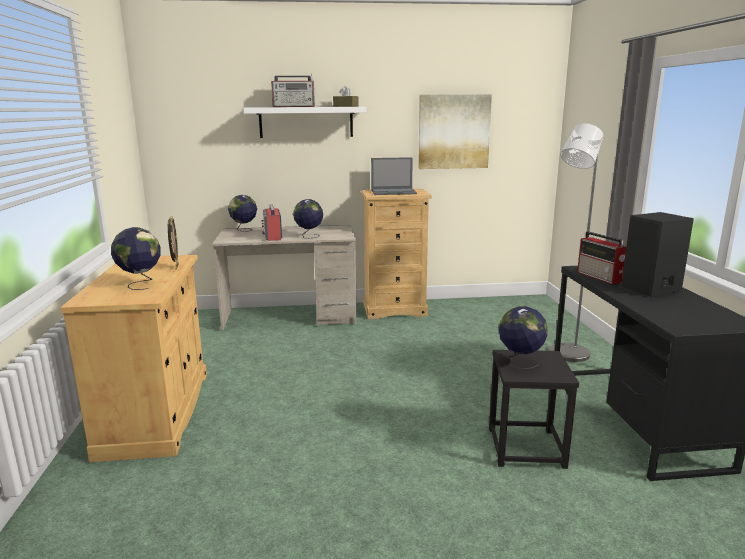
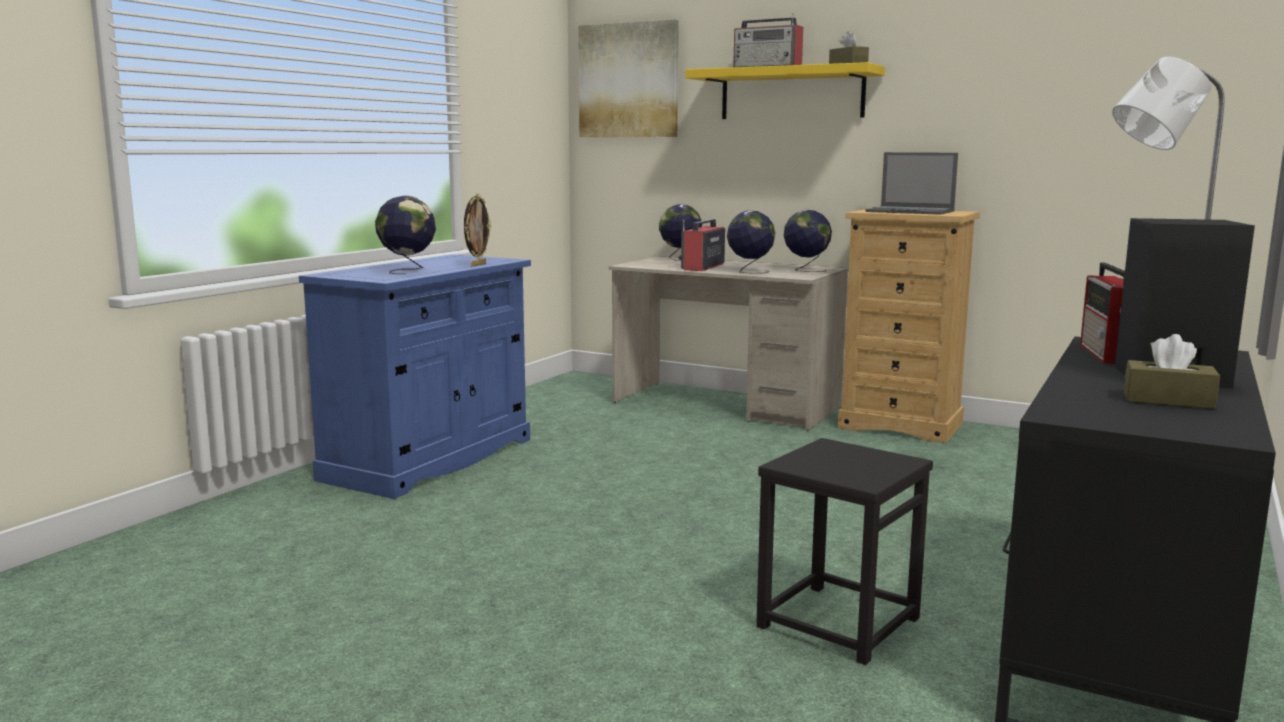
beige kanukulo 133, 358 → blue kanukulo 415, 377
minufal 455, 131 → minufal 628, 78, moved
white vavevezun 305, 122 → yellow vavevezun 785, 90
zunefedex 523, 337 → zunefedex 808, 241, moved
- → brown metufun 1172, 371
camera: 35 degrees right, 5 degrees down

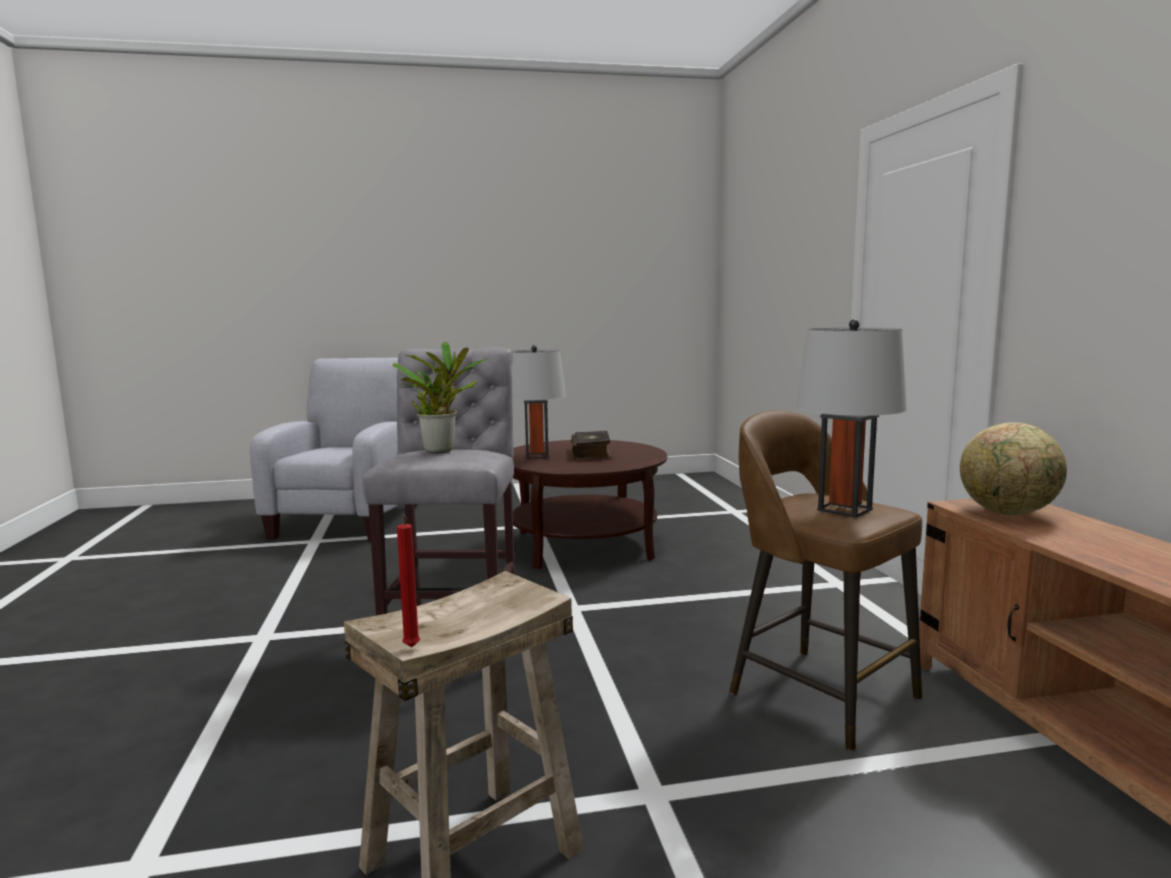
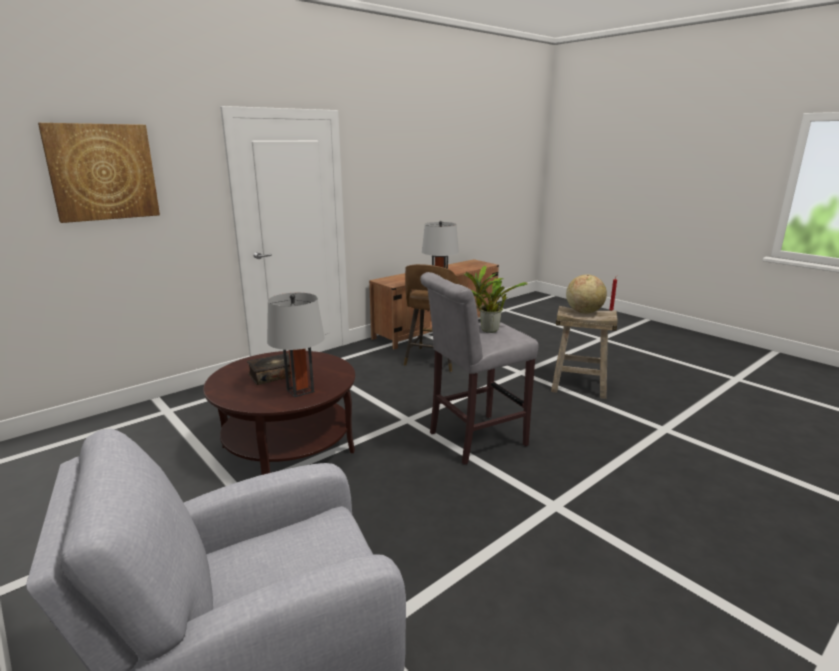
- → minufal 99, 173
zunefedex 1013, 468 → zunefedex 586, 294, moved
camera: 120 degrees left, 10 degrees up

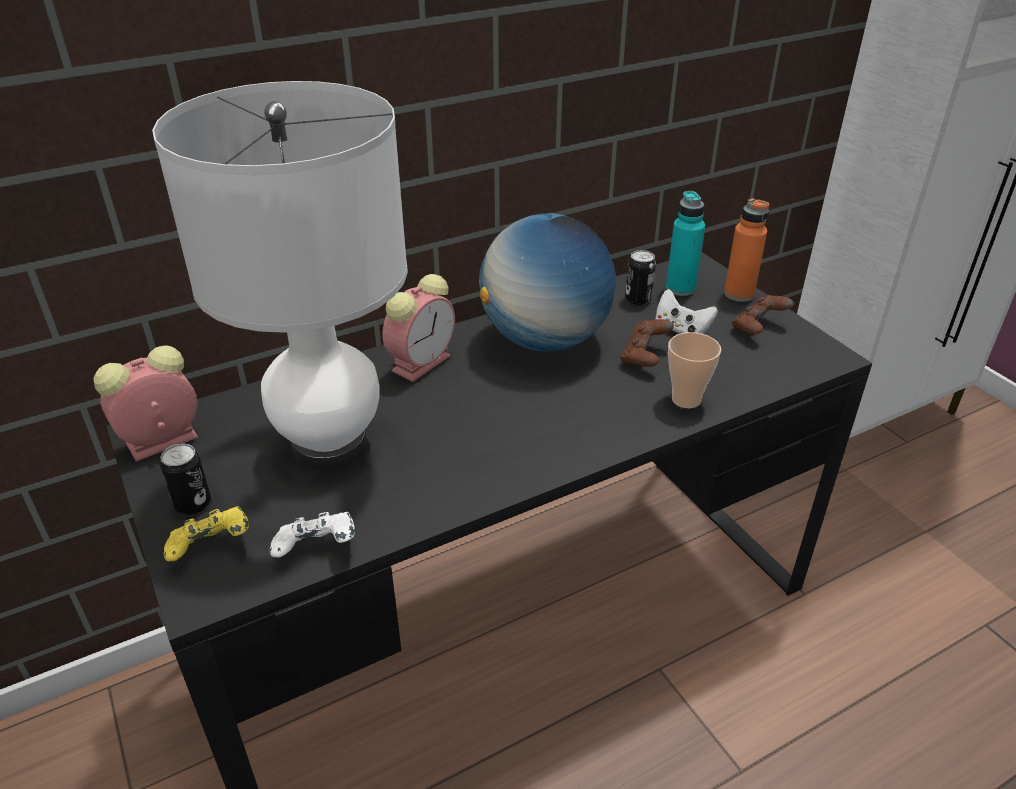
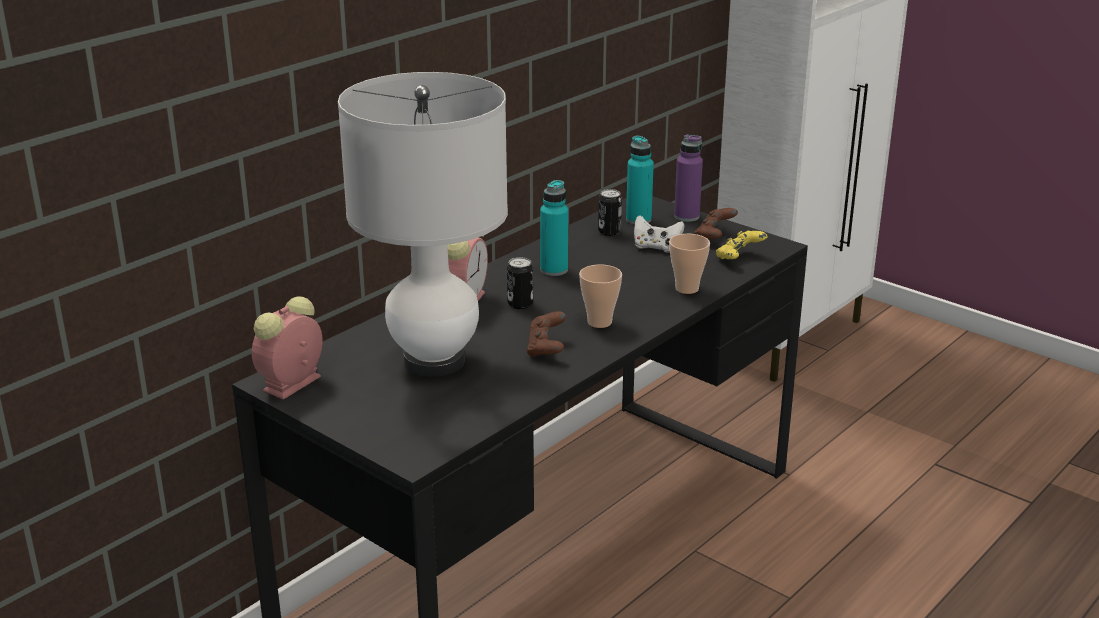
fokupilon 185, 479 → fokupilon 520, 283, moved
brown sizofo 647, 343 → brown sizofo 547, 334, moved
zunefedex 547, 282 → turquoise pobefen 554, 228
- → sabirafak 600, 296
orange pobefen 746, 250 → purple pobefen 688, 178
yellow sizofo 206, 533 → yellow sizofo 742, 245, moved
white sizofo 312, 535 → -
camera: 20 degrees left, 10 degrees down

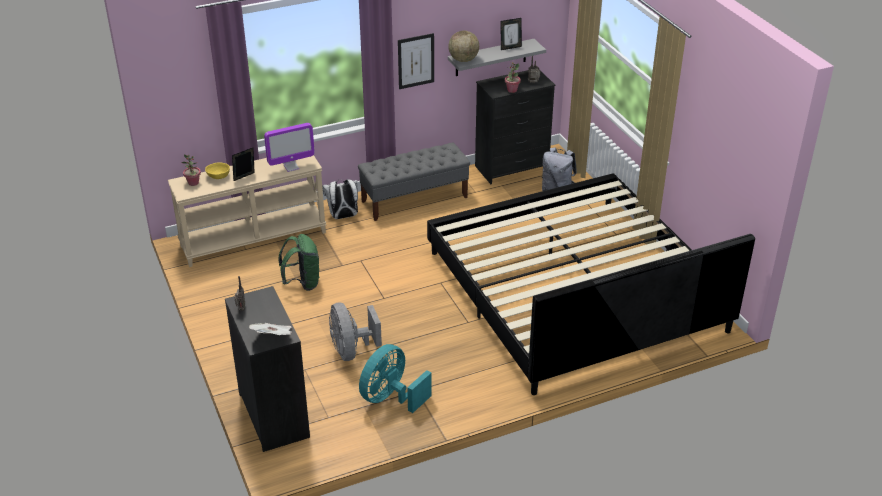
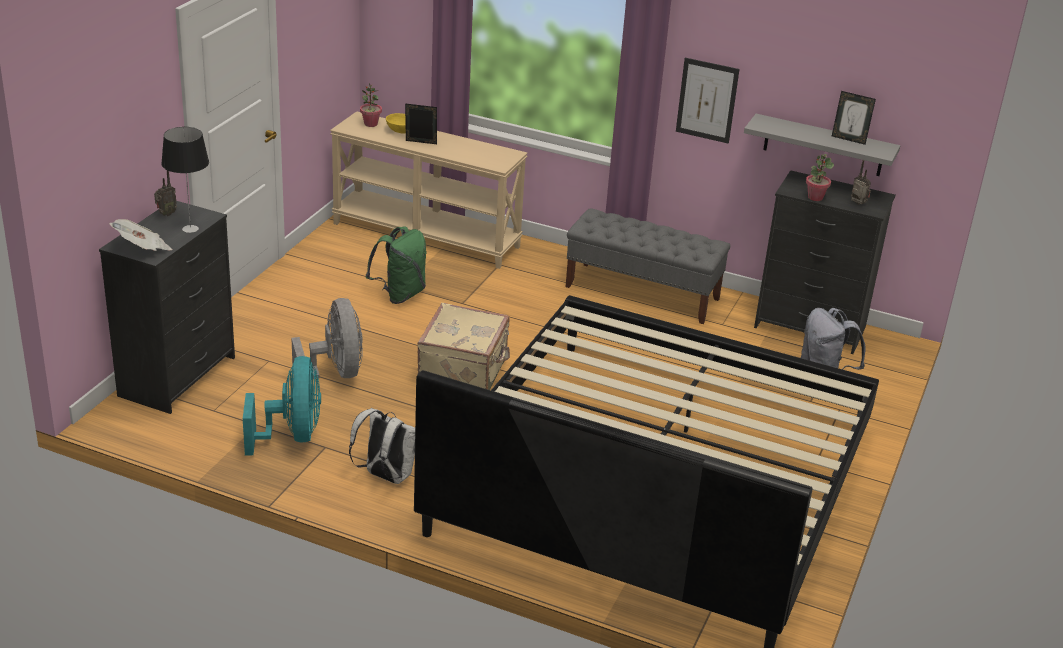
- → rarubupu 185, 180
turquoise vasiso 395, 378 → turquoise vasiso 282, 405, 90 degrees clockwise
grey vasiso 355, 331 → grey vasiso 327, 338, 135 degrees clockwise
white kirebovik 340, 199 → white kirebovik 382, 446, moved
- → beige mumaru 463, 346
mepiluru 289, 147 → -
zunefedex 463, 46 → -
camera: 45 degrees right, 5 degrees down

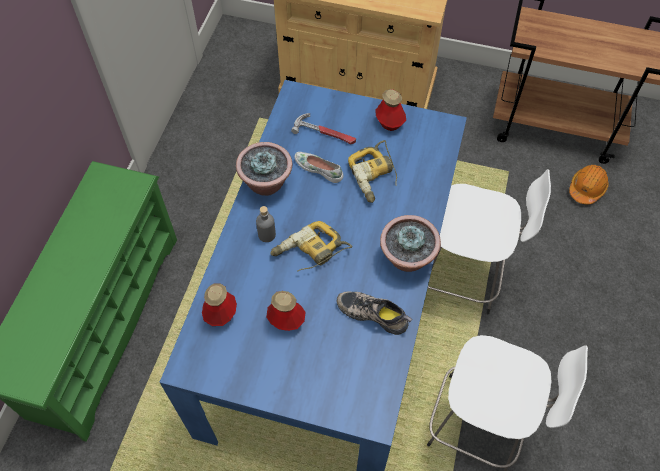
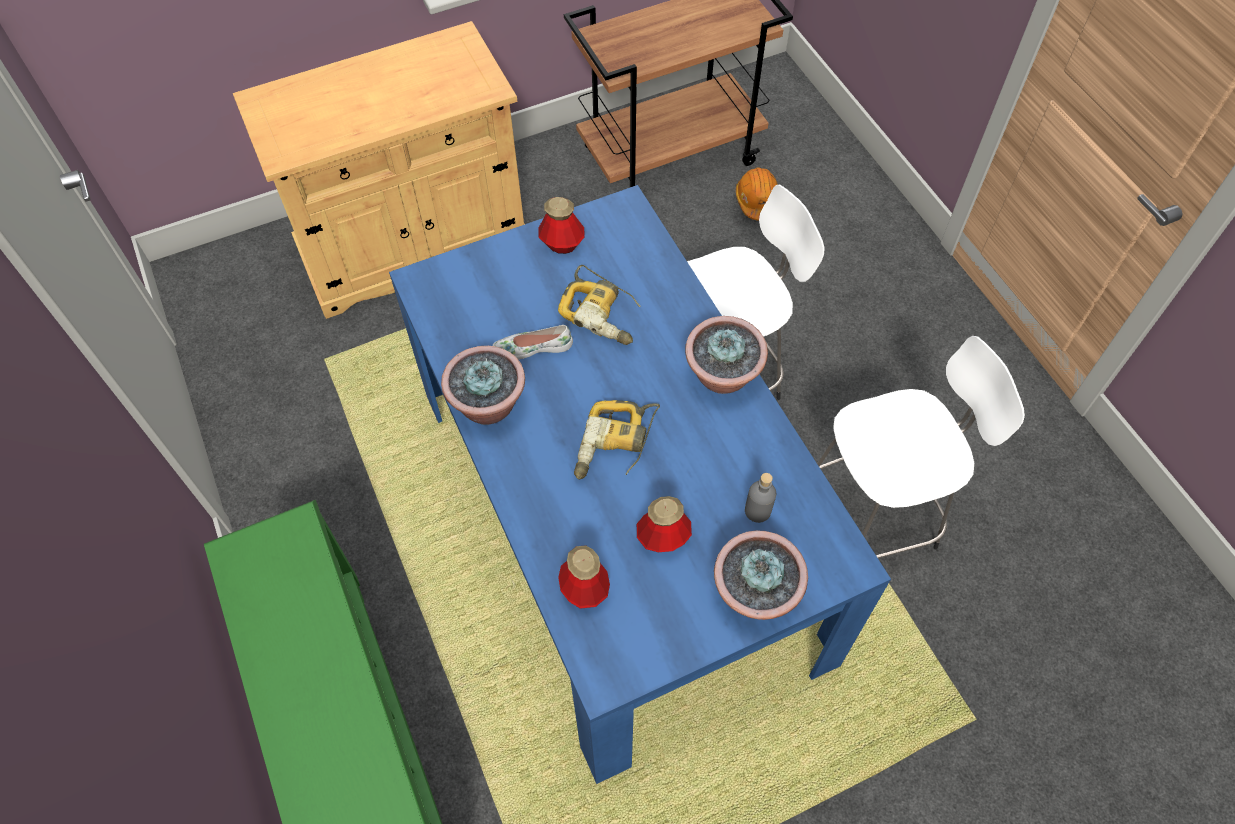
- → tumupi 761, 575
grey pobefen 266, 224 → grey pobefen 760, 498, moved
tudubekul 323, 128 → -
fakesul 374, 313 → -
camera: 40 degrees left, 0 degrees up

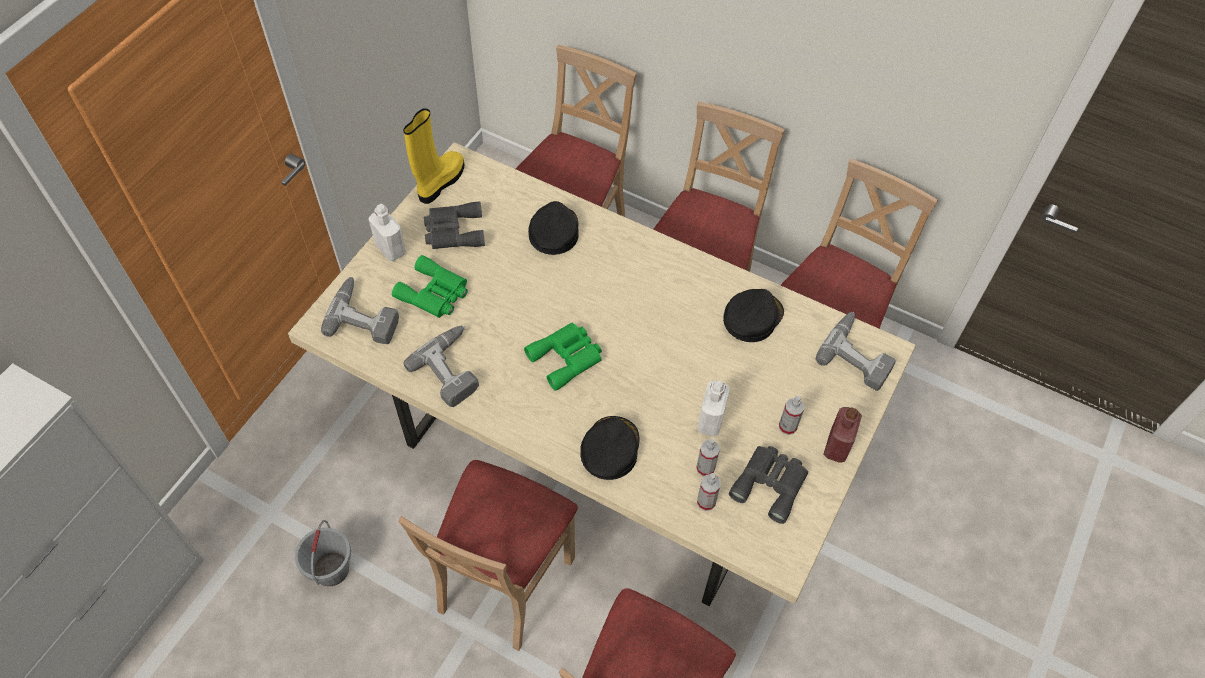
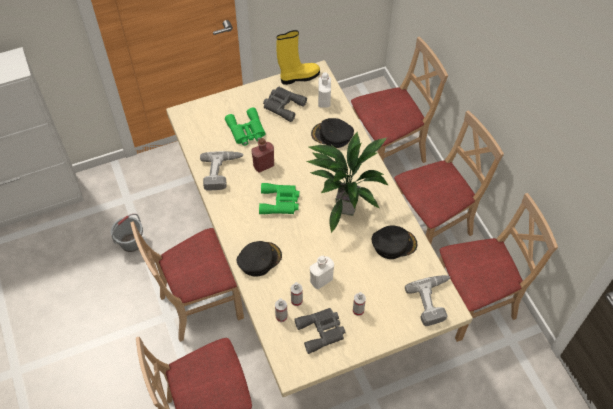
red pobefen 843, 435 → red pobefen 262, 155, moved
- → tumupi 347, 182
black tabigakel 553, 228 → black tabigakel 332, 133, 120 degrees counterclockwise
white pobefen 387, 232 → white pobefen 324, 90, moved
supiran 360, 310 → -
camera: 40 degrees right, 0 degrees up

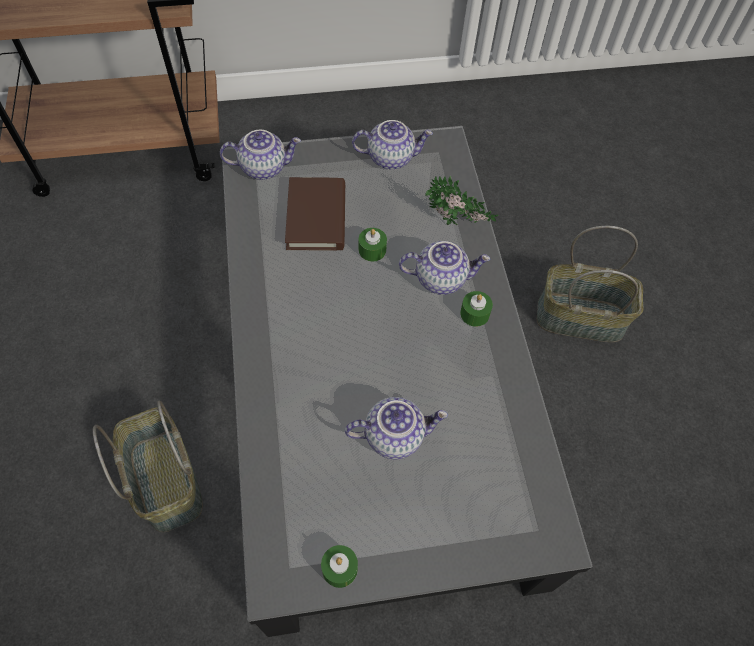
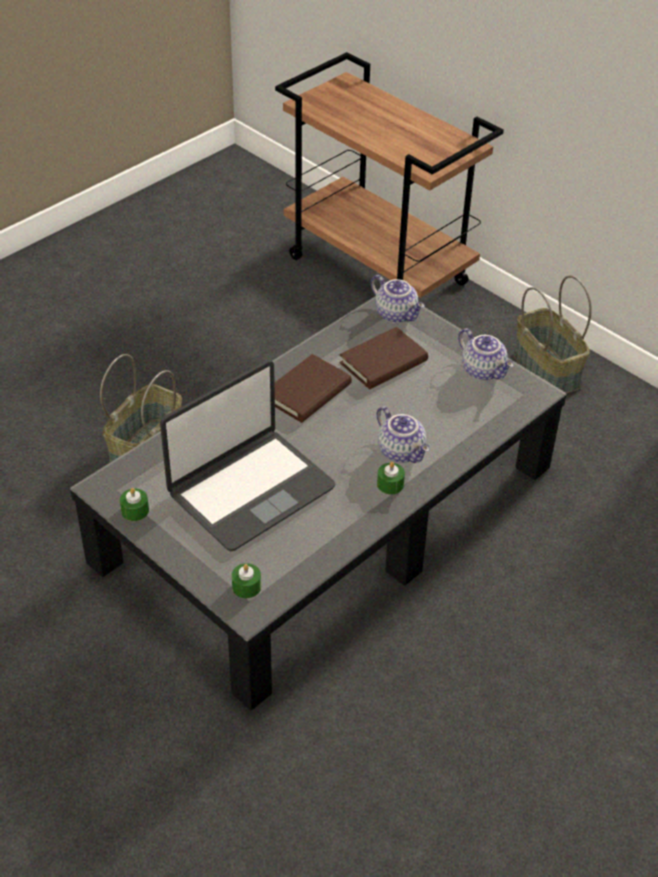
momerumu 396, 428 → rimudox 248, 455
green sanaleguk 373, 245 → green sanaleguk 246, 580, moved
- → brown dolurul 313, 388
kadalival 590, 284 → kadalival 553, 334, moved
tumupi 462, 200 → -
camera: 55 degrees right, 15 degrees down

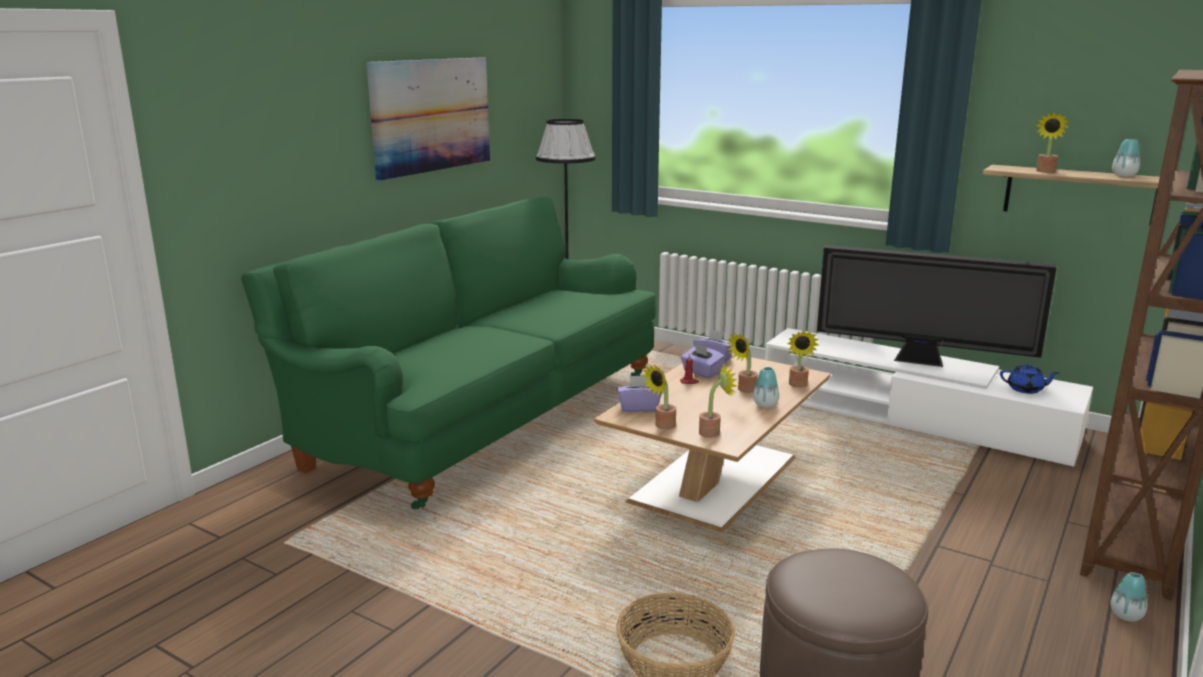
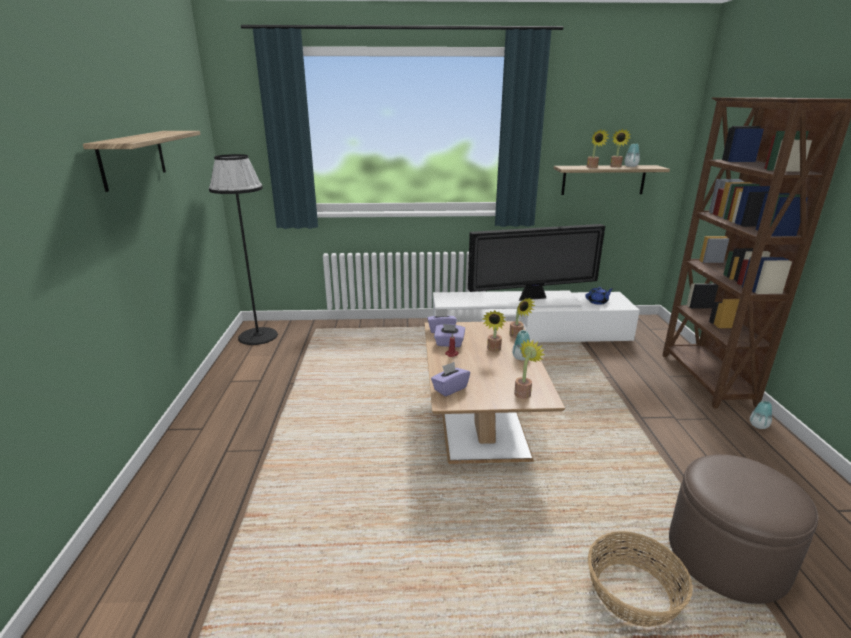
minufal 428, 119 → vavevezun 141, 161
tumupi 658, 397 → tumupi 620, 148, moved
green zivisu 449, 353 → -
camera: 35 degrees left, 5 degrees up

